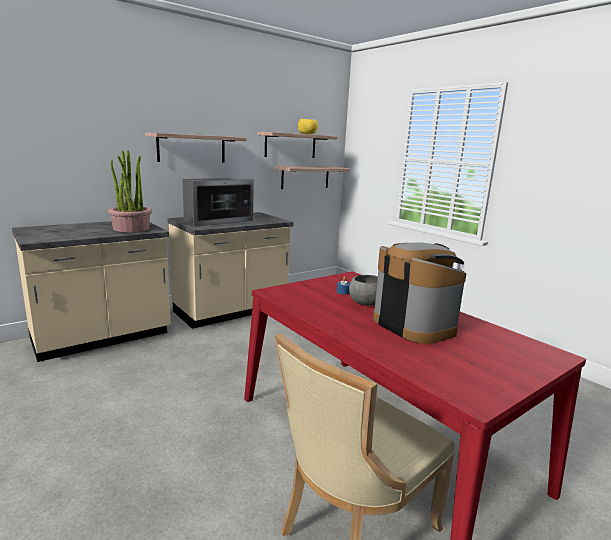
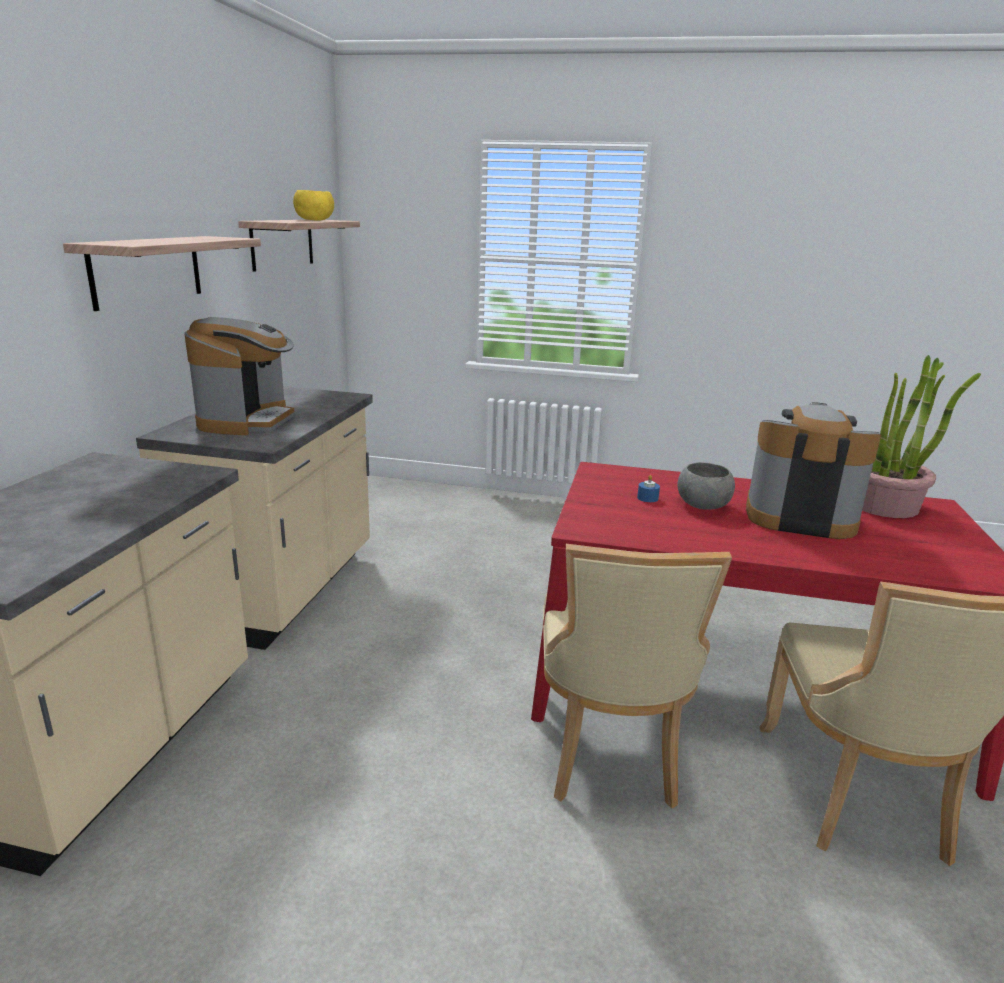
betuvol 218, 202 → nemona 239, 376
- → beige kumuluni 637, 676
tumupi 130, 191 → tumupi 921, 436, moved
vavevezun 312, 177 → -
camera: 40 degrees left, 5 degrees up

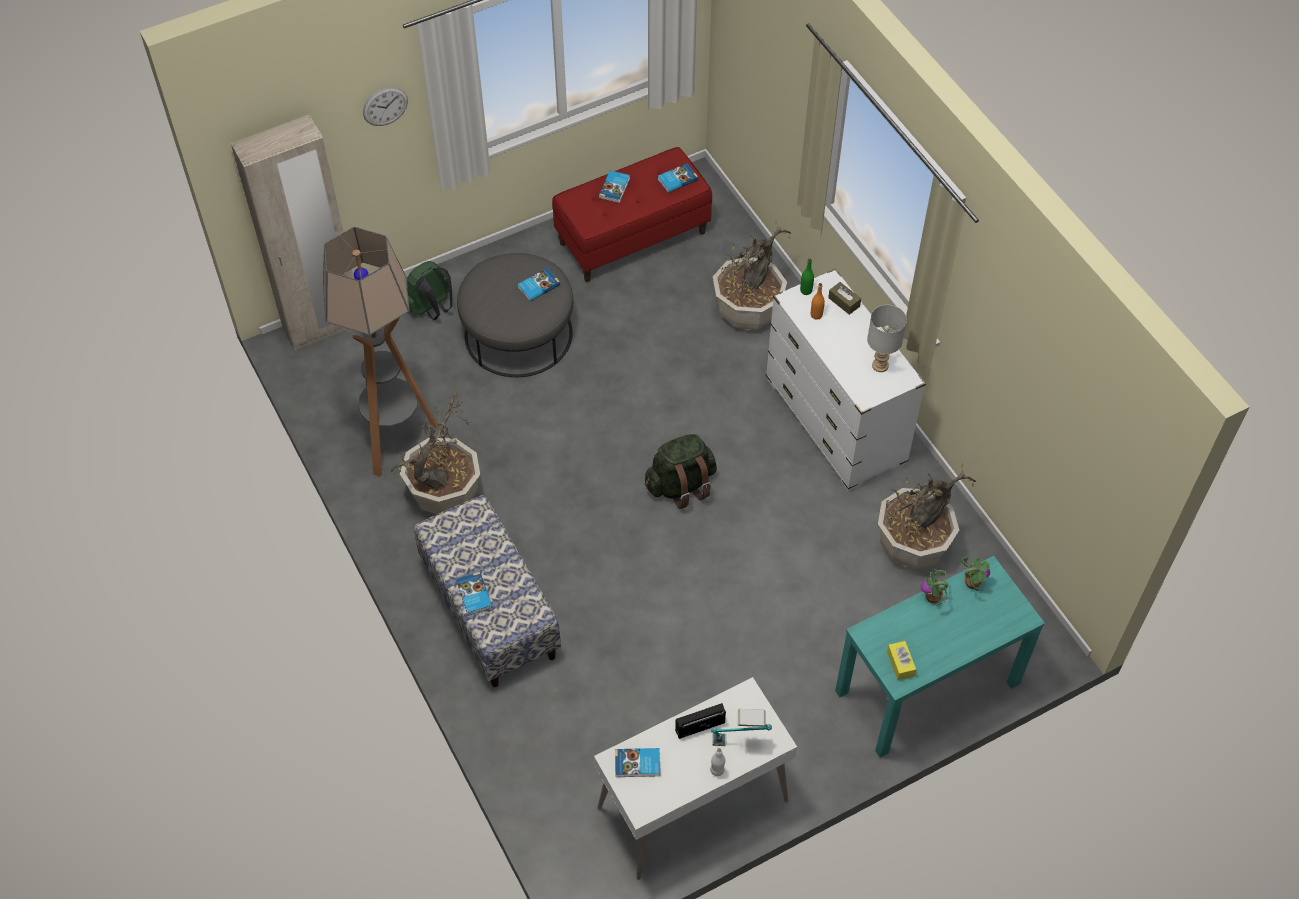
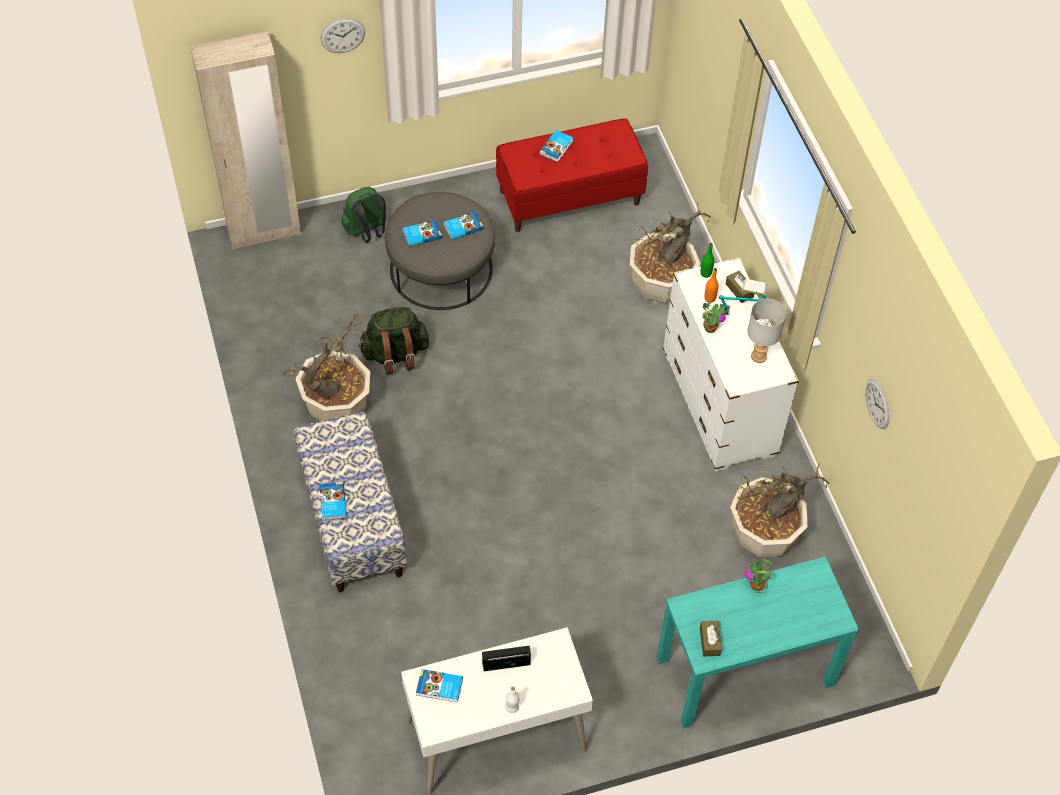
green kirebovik 681, 471 → green kirebovik 393, 341, moved
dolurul 678, 178 → dolurul 422, 233, moved
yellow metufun 901, 660 → brown metufun 711, 639
tumupi 976, 573 → tumupi 714, 317, moved
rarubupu 741, 727 → rarubupu 743, 297, moved
- → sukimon 877, 404
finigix 382, 352 → -
camera: 10 degrees right, 0 degrees up

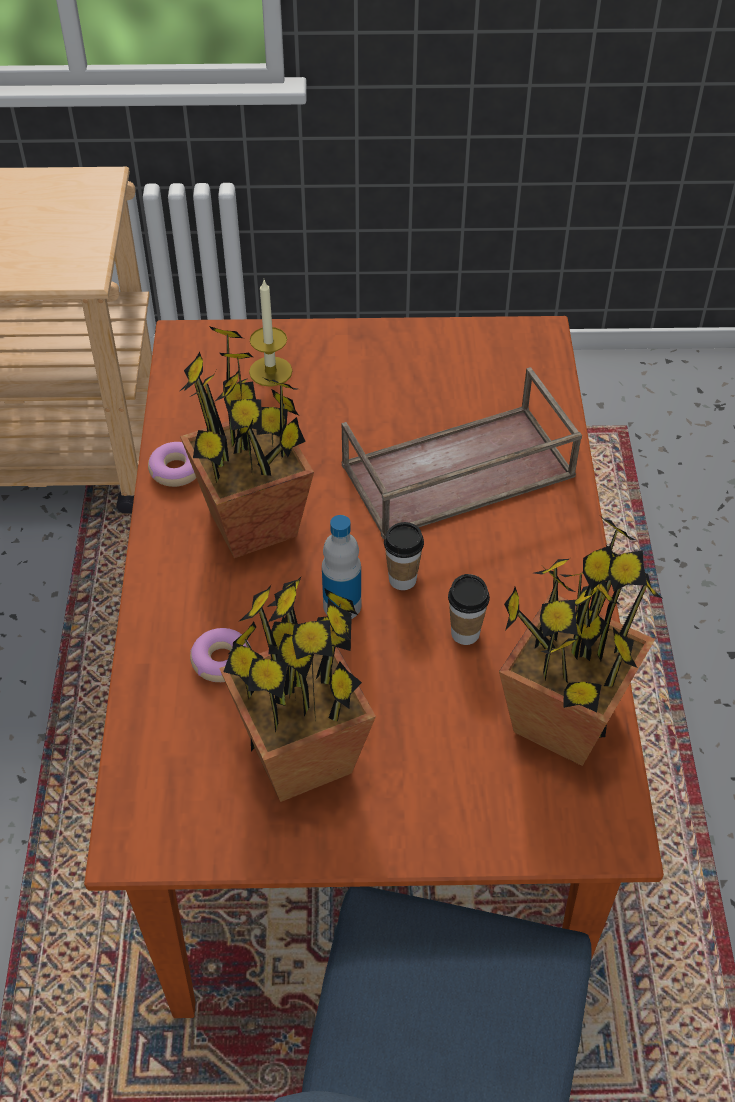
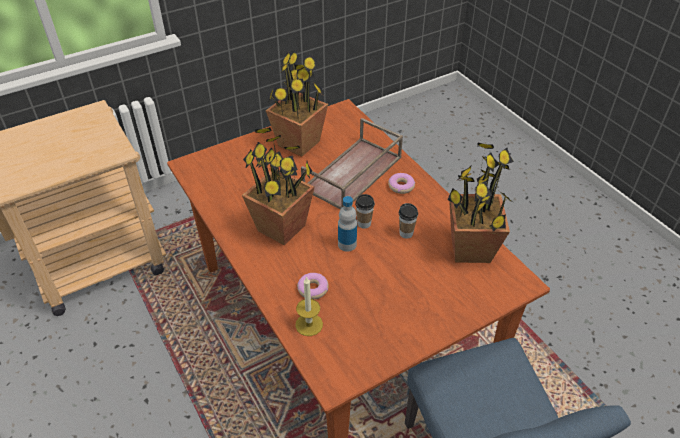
tumupi 297, 689 → tumupi 297, 104, moved
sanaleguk 270, 333 → sanaleguk 309, 306, moved
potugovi 172, 464 → potugovi 401, 183, moved
camera: 30 degrees left, 5 degrees down

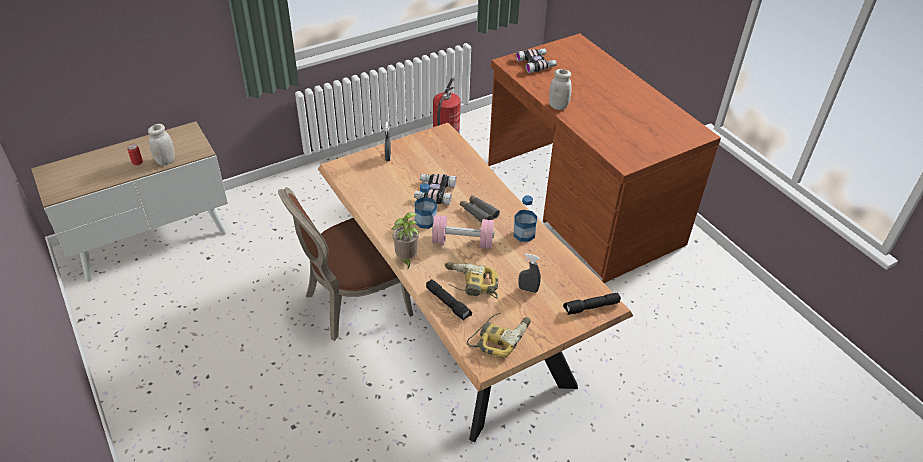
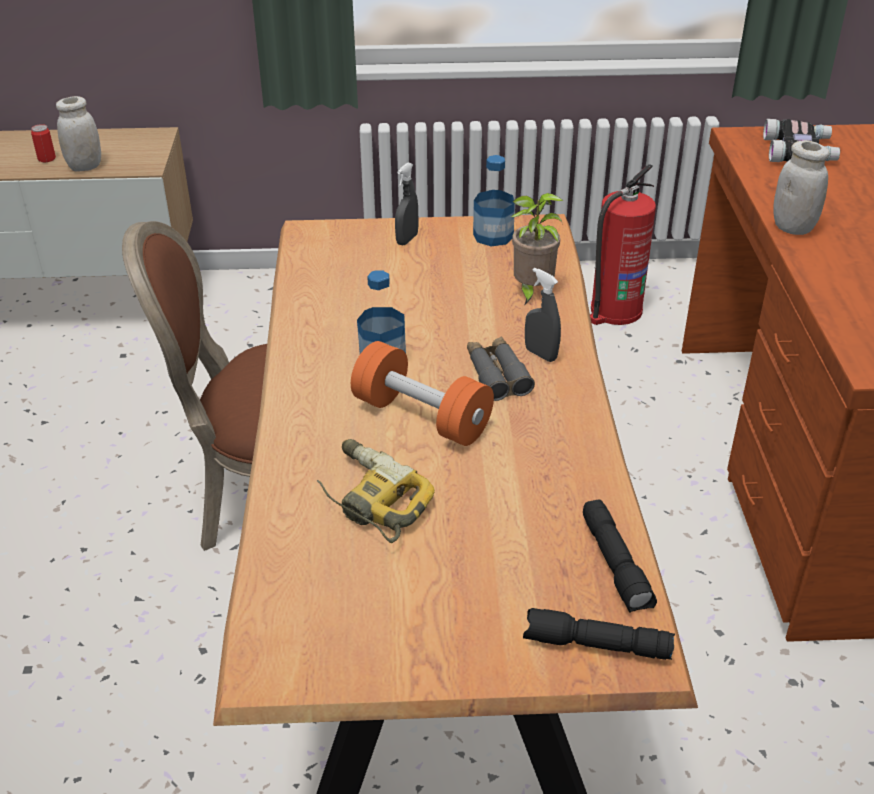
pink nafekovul 463, 232 → orange nafekovul 422, 393
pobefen 526, 218 → pobefen 494, 200, moved
tumupi 405, 240 → tumupi 537, 249, moved
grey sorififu 529, 273 → grey sorififu 543, 314, moved
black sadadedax 449, 300 → black sadadedax 620, 556, moved
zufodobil 435, 189 → -
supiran 499, 335 → -
camera: 30 degrees right, 5 degrees down

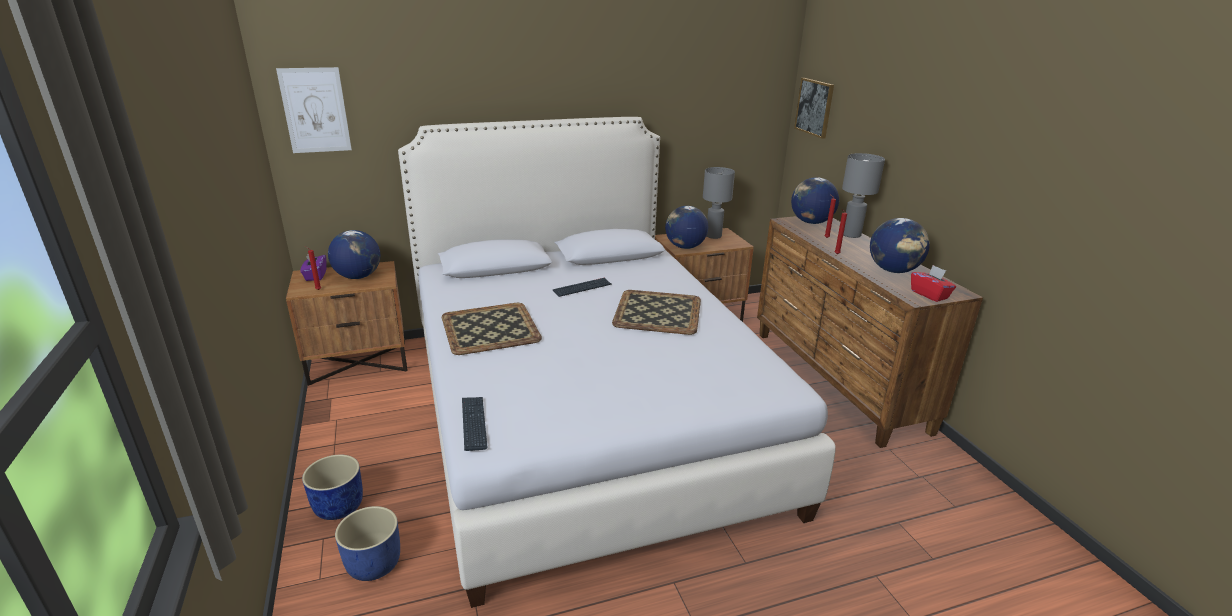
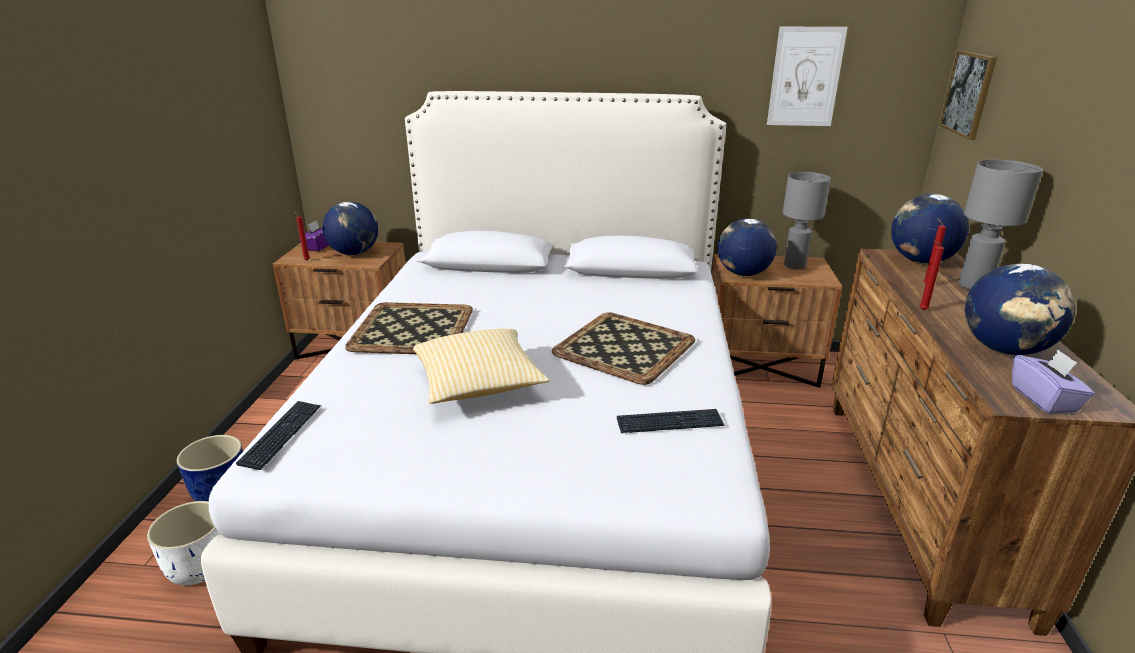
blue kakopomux 367, 543 → white kakopomux 184, 543
- → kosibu 481, 366
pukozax 582, 287 → pukozax 670, 421, moved
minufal 314, 110 → minufal 807, 76, moved
red metufun 933, 283 → purple metufun 1053, 381
camera: 25 degrees right, 0 degrees up

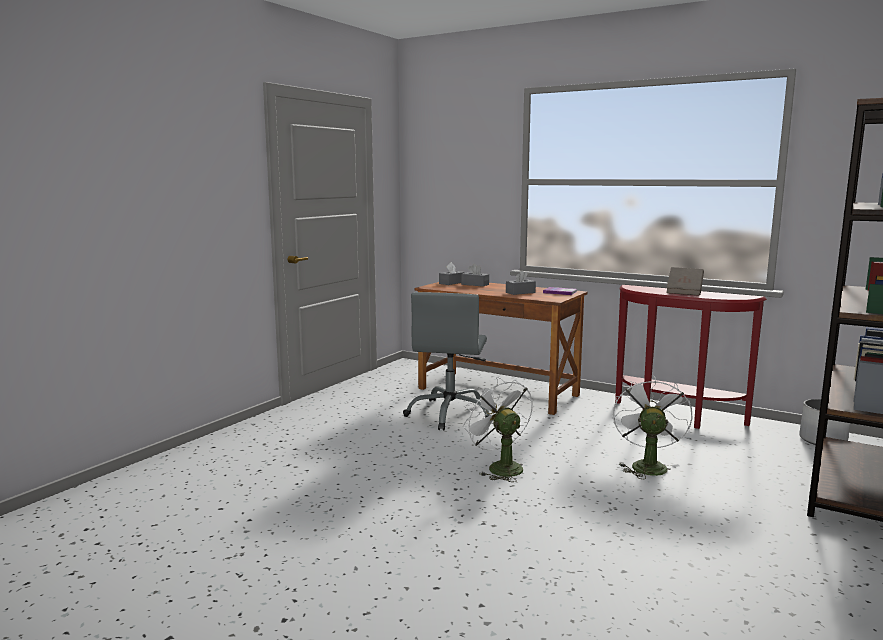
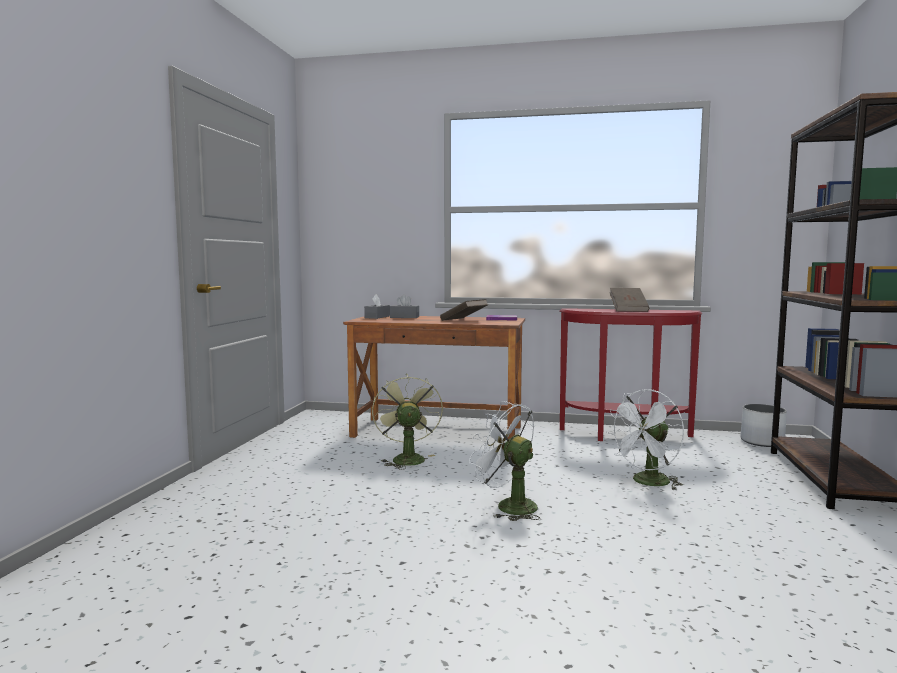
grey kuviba 447, 361 → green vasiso 407, 421
grey metufun 521, 282 → brown dolurul 464, 310
white vasiso 653, 427 → white vasiso 645, 440, 120 degrees counterclockwise
camera: 20 degrees left, 5 degrees down

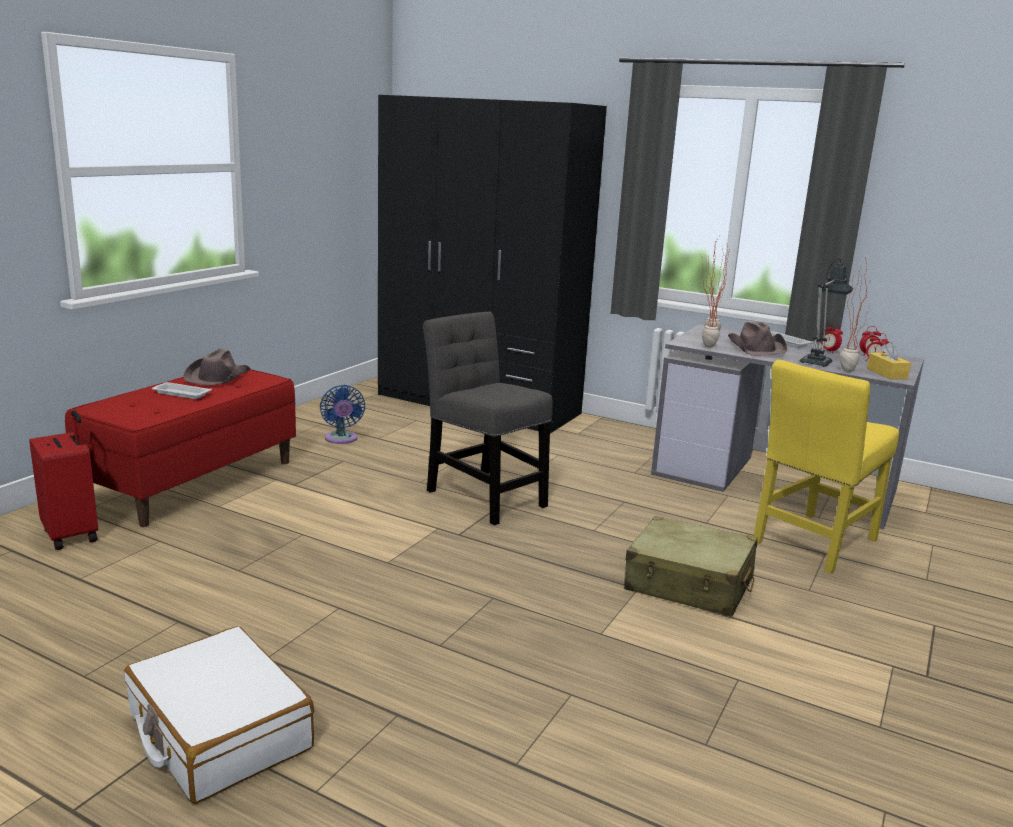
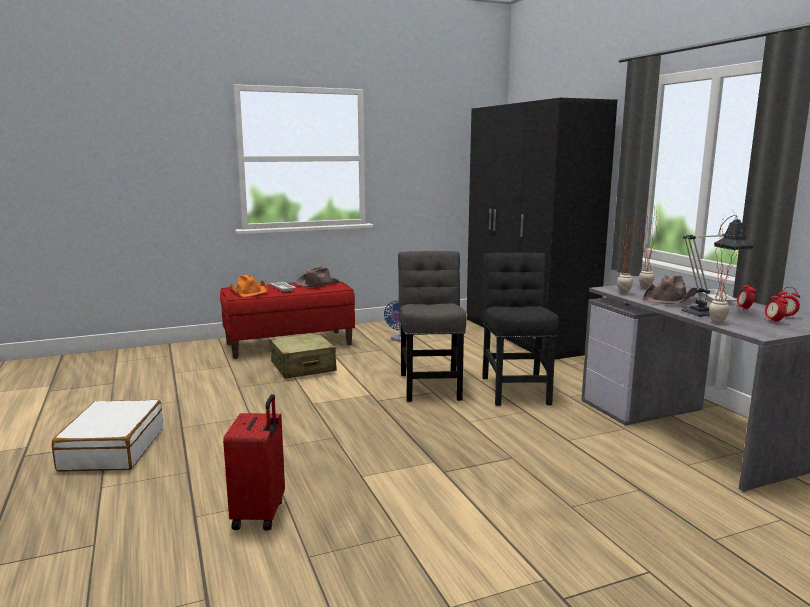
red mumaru 63, 480 → red mumaru 254, 462, moved
- → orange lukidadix 248, 285
beige mumaru 691, 566 → beige mumaru 303, 356, moved
- → black kumuluni 520, 329
yellow kumuluni 826, 467 → -
yellow metufun 889, 360 → -
camera: 40 degrees right, 5 degrees down

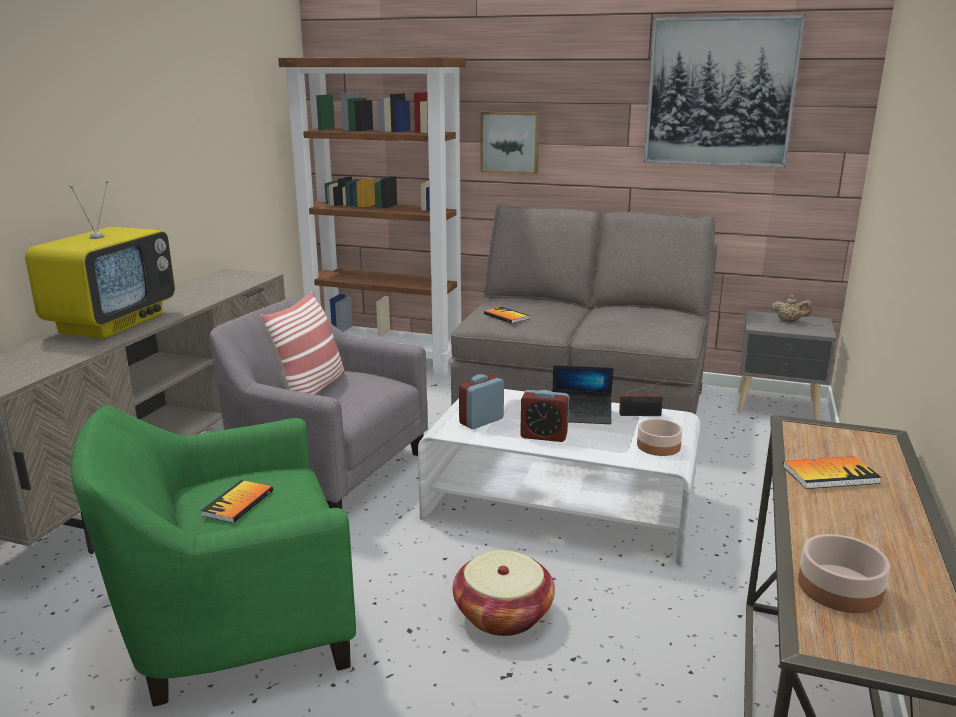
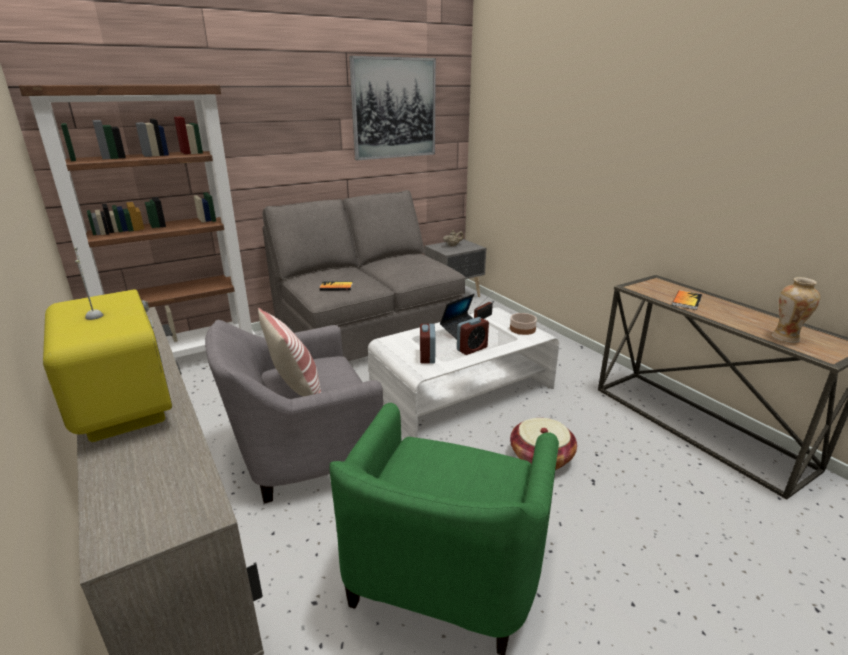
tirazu 844, 573 → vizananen 796, 310
dolurul 237, 501 → -
minufal 510, 142 → -
camera: 50 degrees left, 5 degrees up

